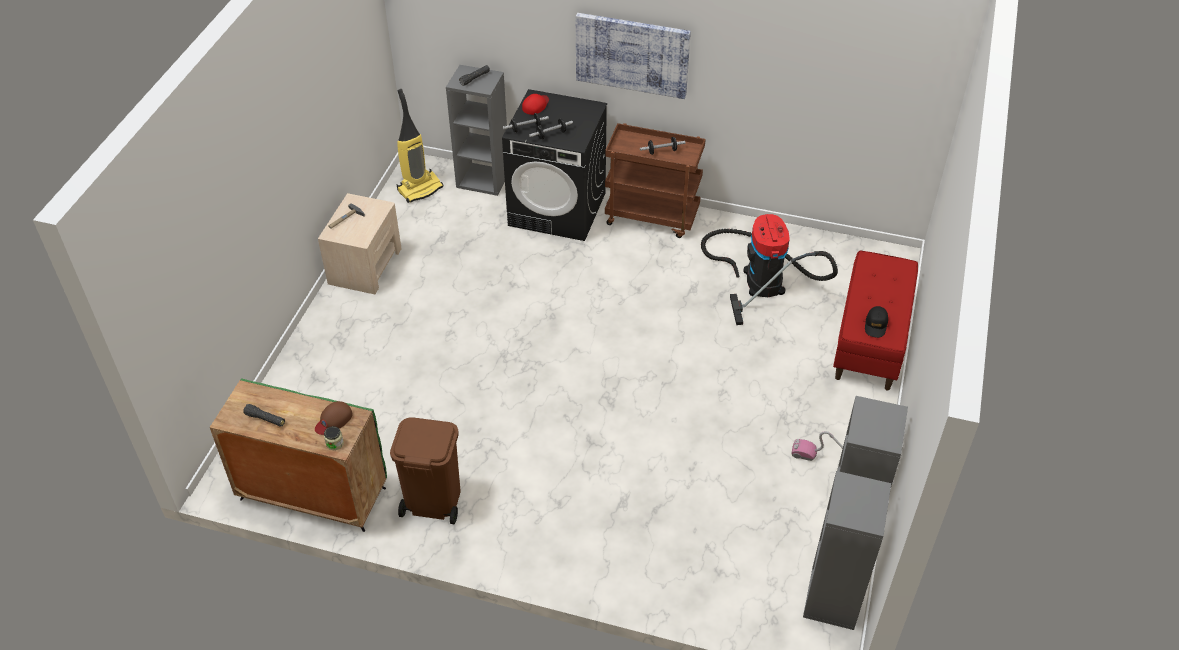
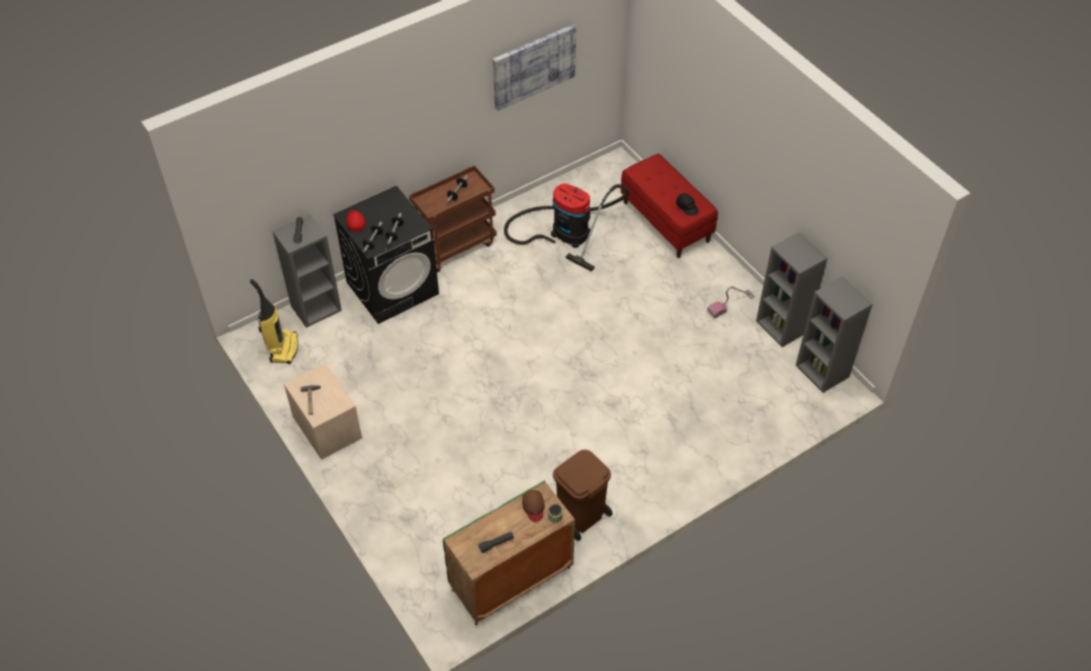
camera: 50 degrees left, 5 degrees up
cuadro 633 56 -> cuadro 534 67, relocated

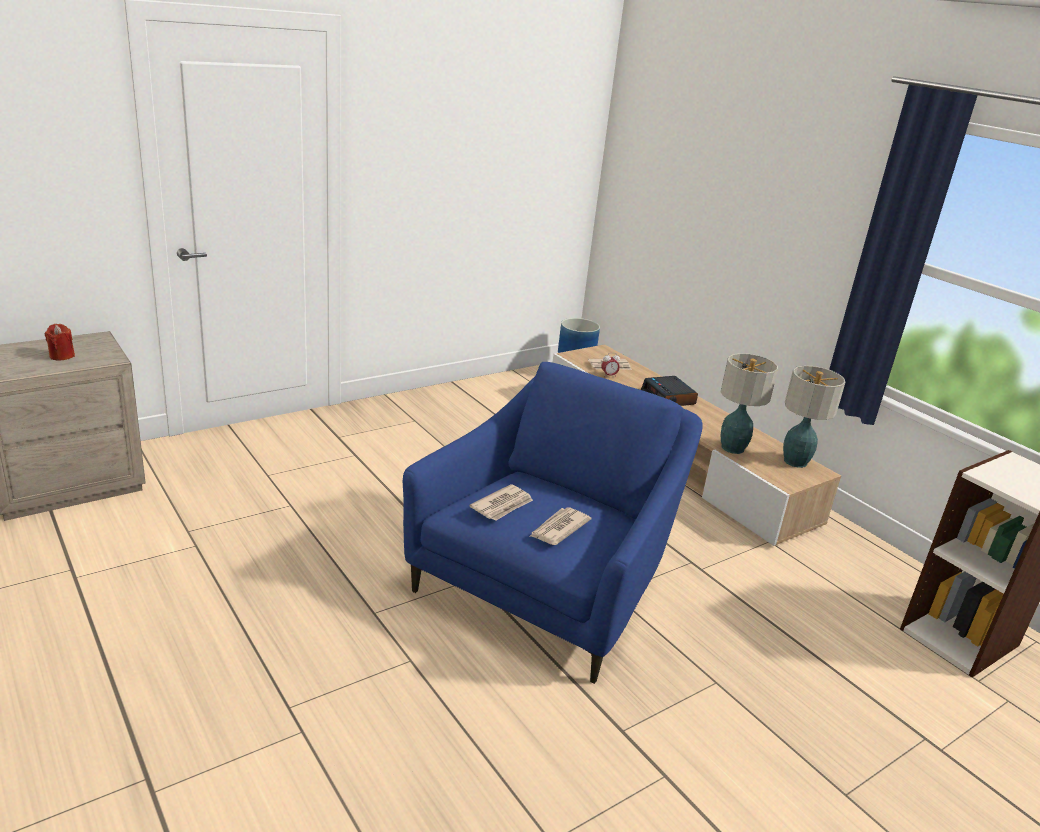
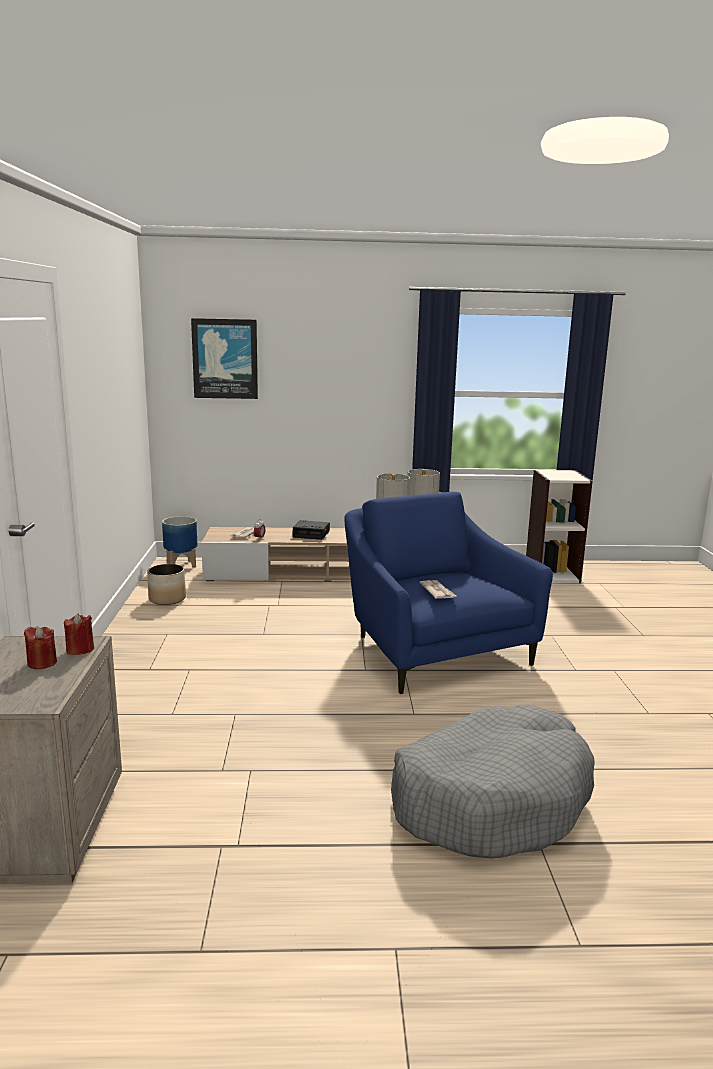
camera: 55 degrees left, 10 degrees down
none -> vela (rojo) 79 634
none -> maceta 166 584
none -> cuadro 224 358
none -> cama para perro (gris) 493 781
periódico 560 526 -> none

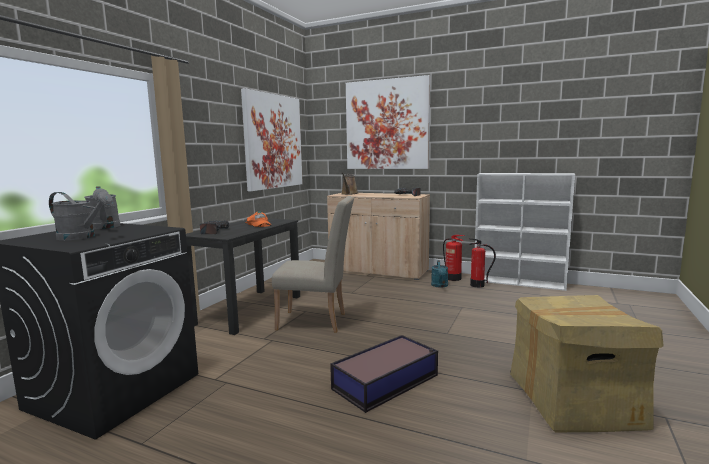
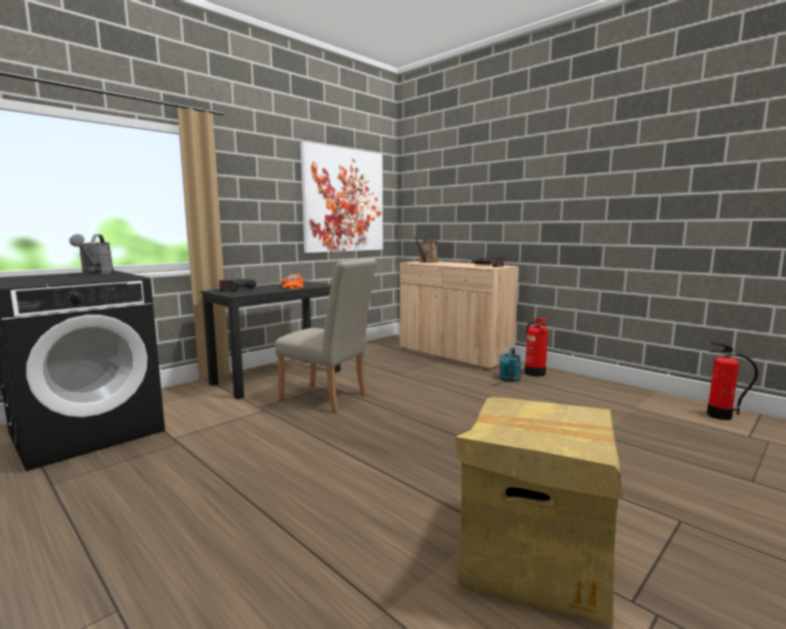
camera: 20 degrees right, 0 degrees up
extintor 482 263 -> extintor 732 381, relocated
regadera (gris) 81 216 -> none
caja de almacenaje 384 374 -> none
cuadro 388 122 -> none
estantería (blanco) 525 232 -> none

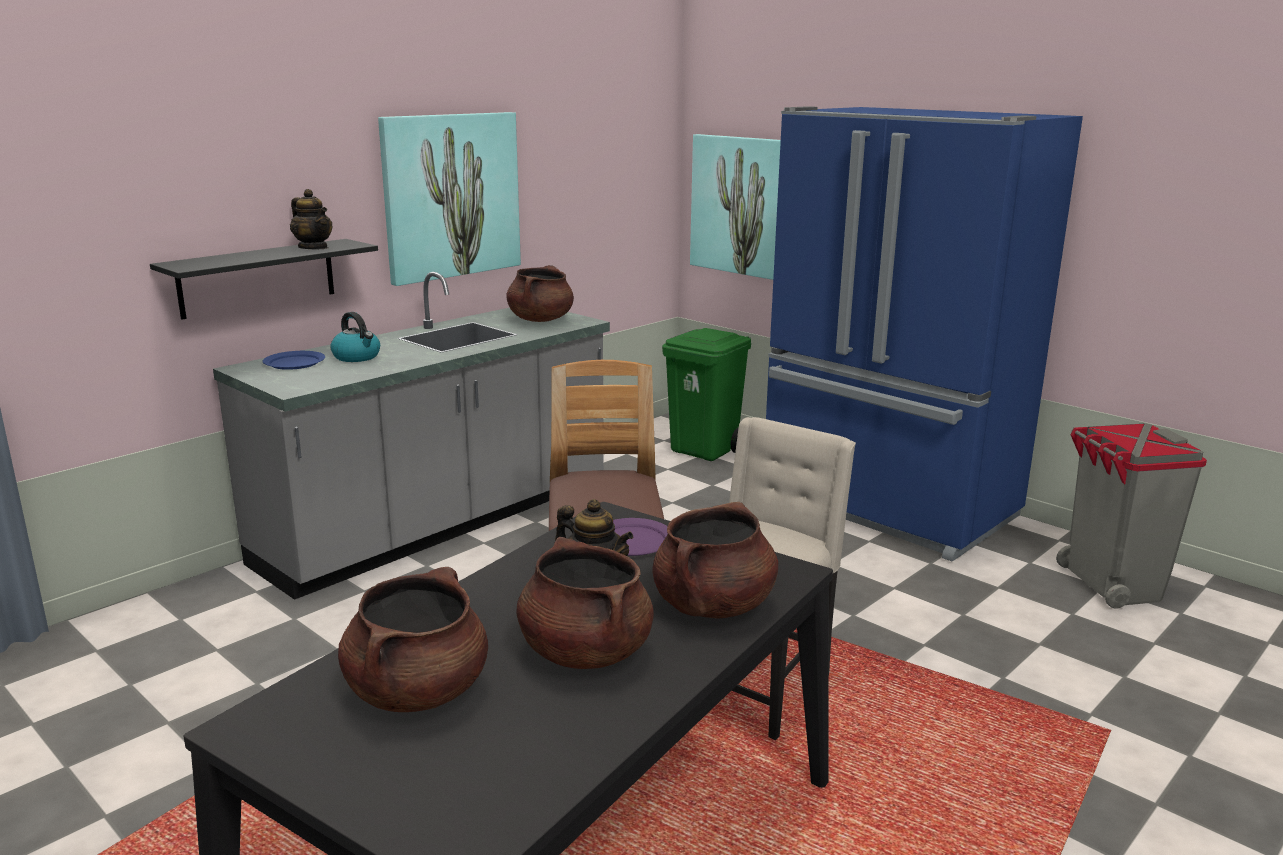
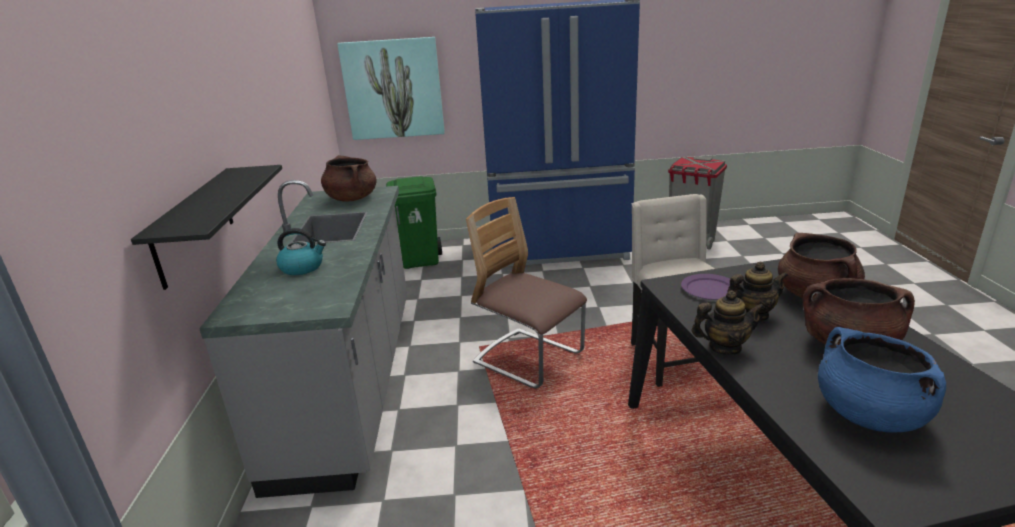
camera: 45 degrees left, 5 degrees up
tetera 311 219 -> tetera 728 322, relocated
olla (marrón) 413 639 -> olla (azul) 882 380
plato (azul) 294 360 -> none
cuadro 449 199 -> none

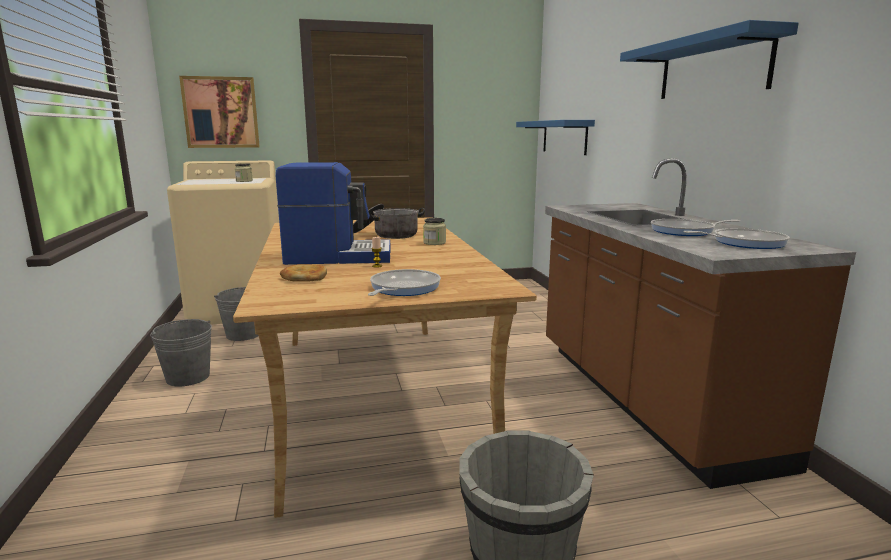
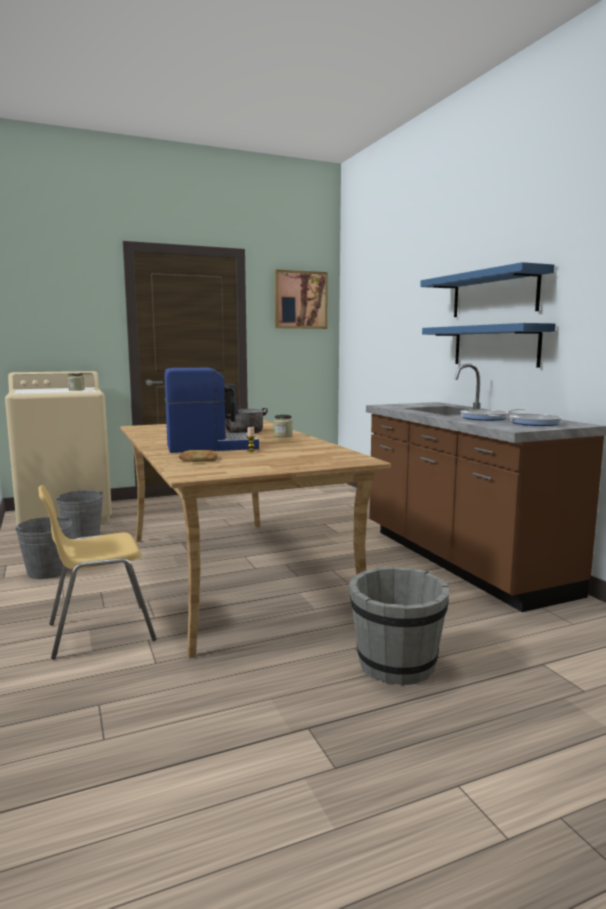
camera: 10 degrees left, 5 degrees down
none -> silla (amarillo) 97 572
cuadro 219 112 -> cuadro 301 299, relocated
estante (azul) 555 137 -> estante (azul) 489 345, relocated
sartén 404 282 -> none

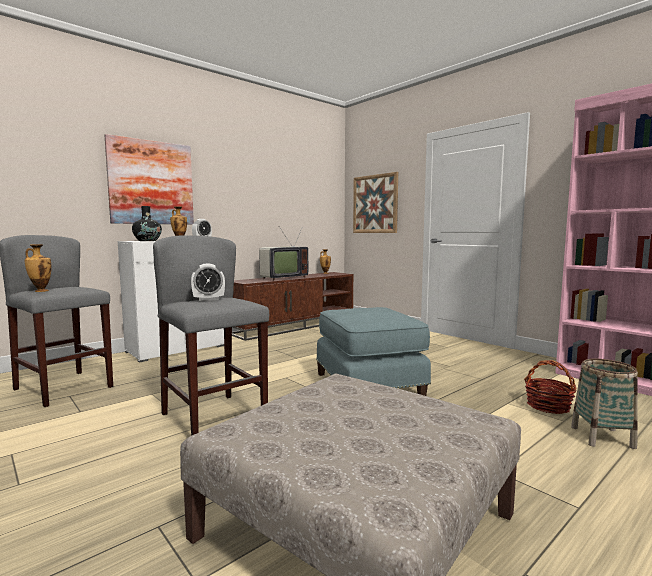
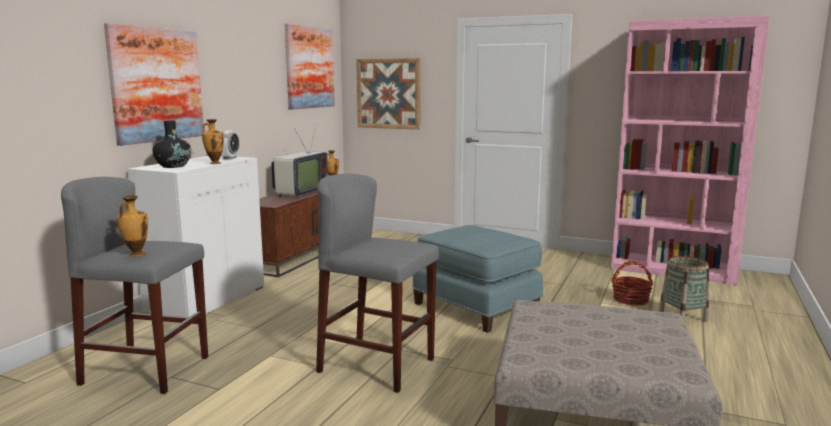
camera: 25 degrees left, 5 degrees up
none -> cuadro 310 67
despertador 208 282 -> none

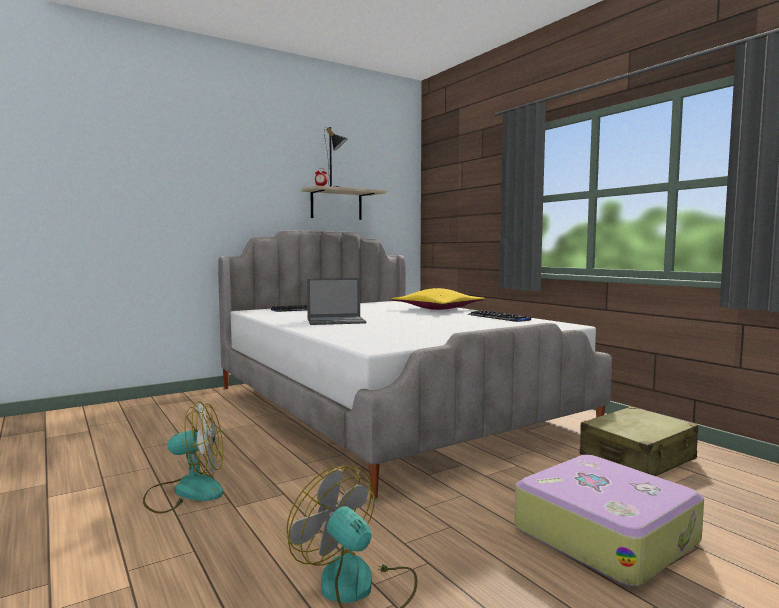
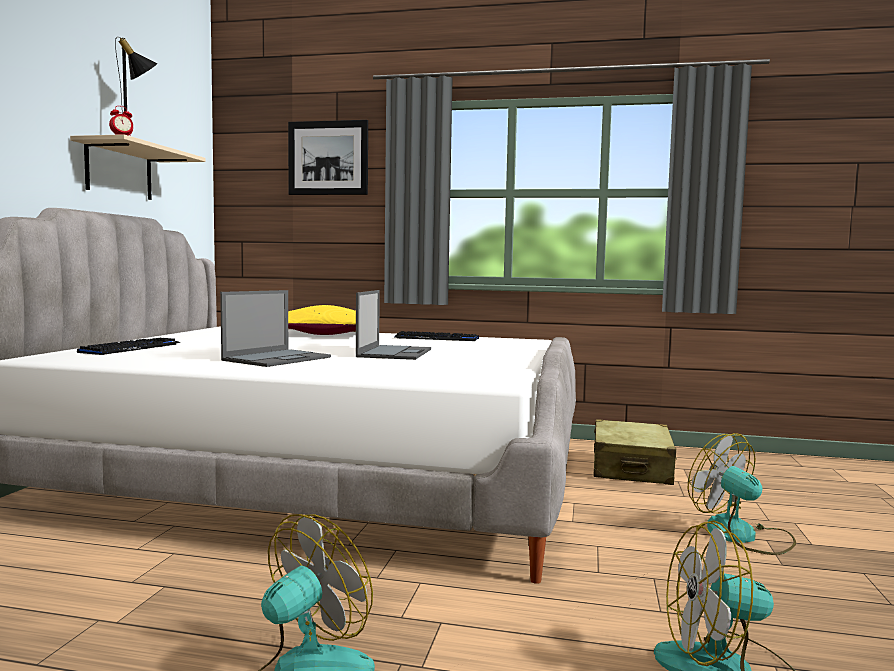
camera: 45 degrees left, 0 degrees up
none -> cuadro 328 157
none -> portátil 393 325
maleta 609 520 -> ventilador 742 494

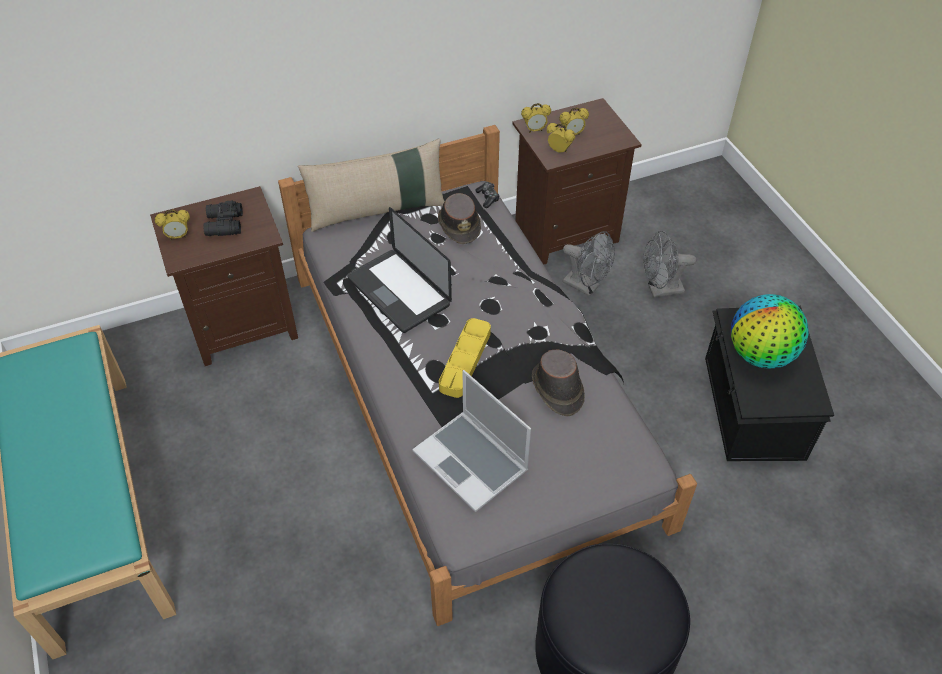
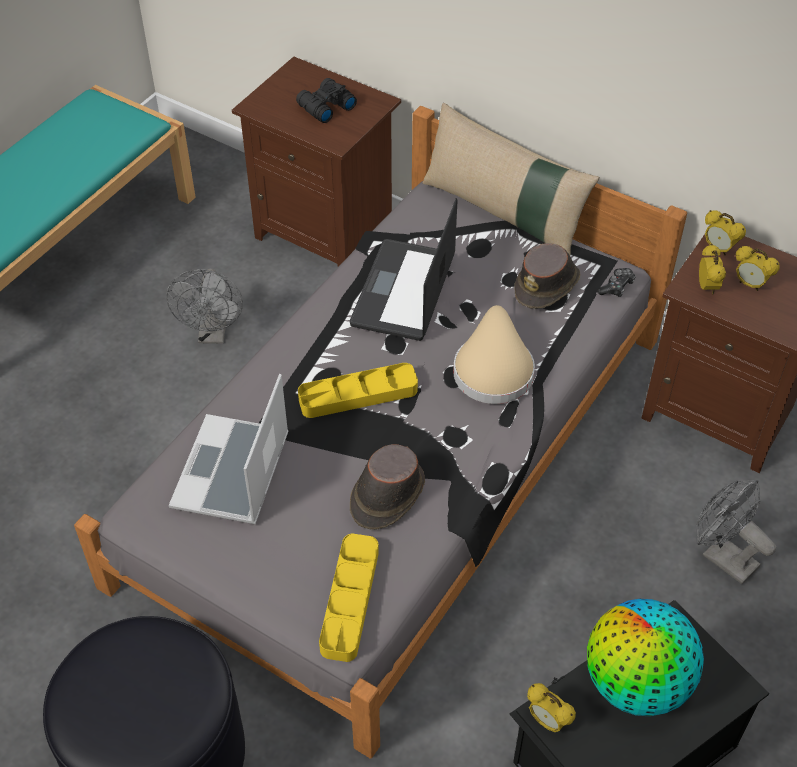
camera: 55 degrees right, 0 degrees up
ventilador (gris) 589 264 -> ventilador (gris) 204 306, relocated
none -> bandeja (amarillo) 349 598
none -> sombrero (beis) 494 354
despertador 172 224 -> despertador 551 707, relocated

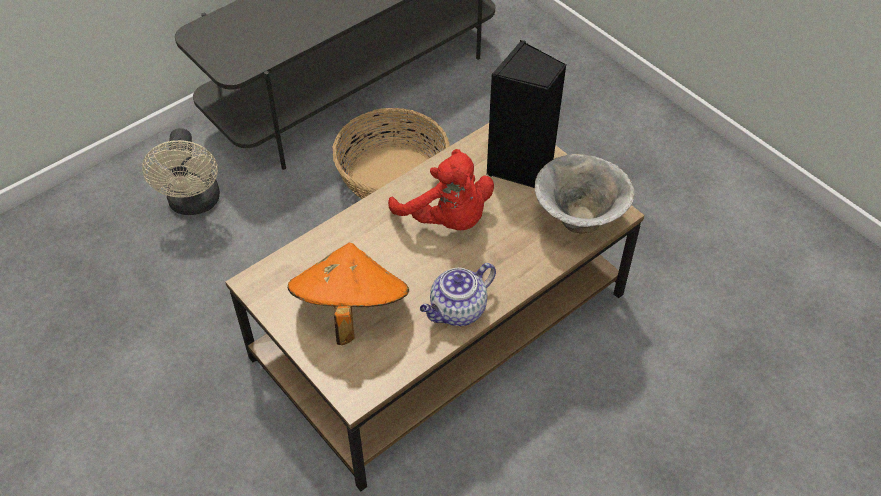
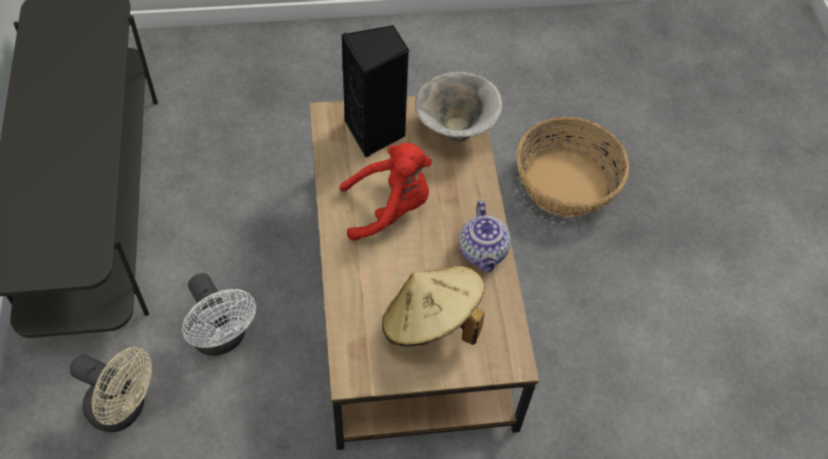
camera: 60 degrees left, 5 degrees up
none -> ventilador (blanco) 219 314
sombrero (naranja) 348 294 -> sombrero (beis) 433 306
cesta 391 154 -> cesta 572 167, relocated

